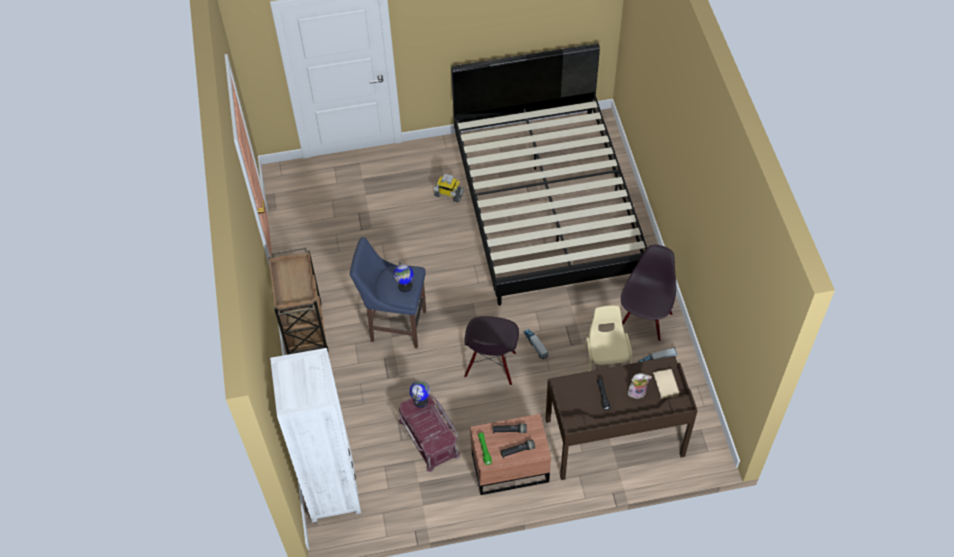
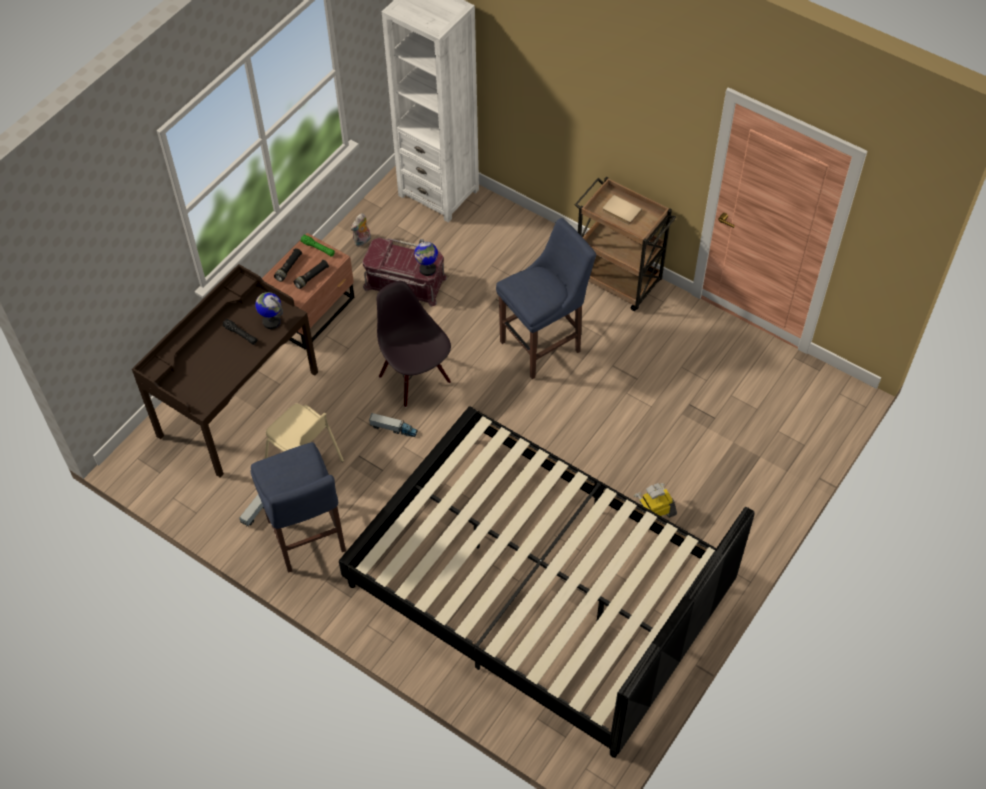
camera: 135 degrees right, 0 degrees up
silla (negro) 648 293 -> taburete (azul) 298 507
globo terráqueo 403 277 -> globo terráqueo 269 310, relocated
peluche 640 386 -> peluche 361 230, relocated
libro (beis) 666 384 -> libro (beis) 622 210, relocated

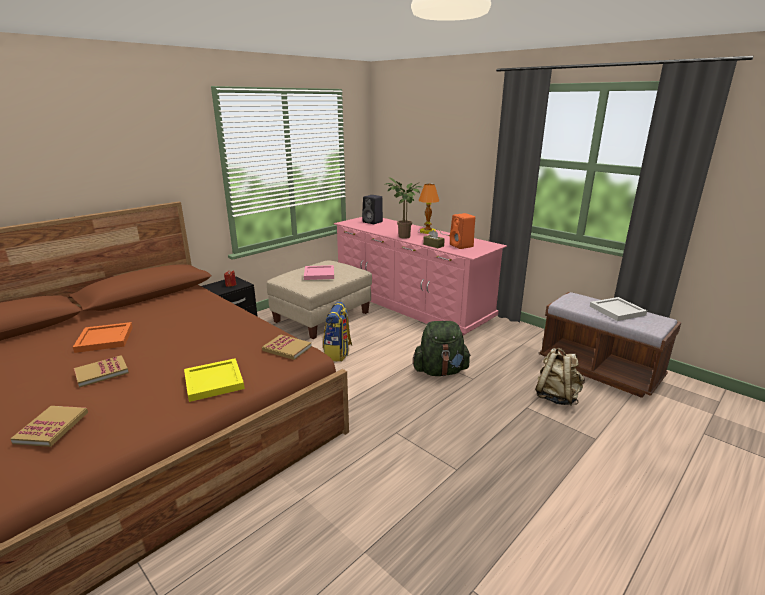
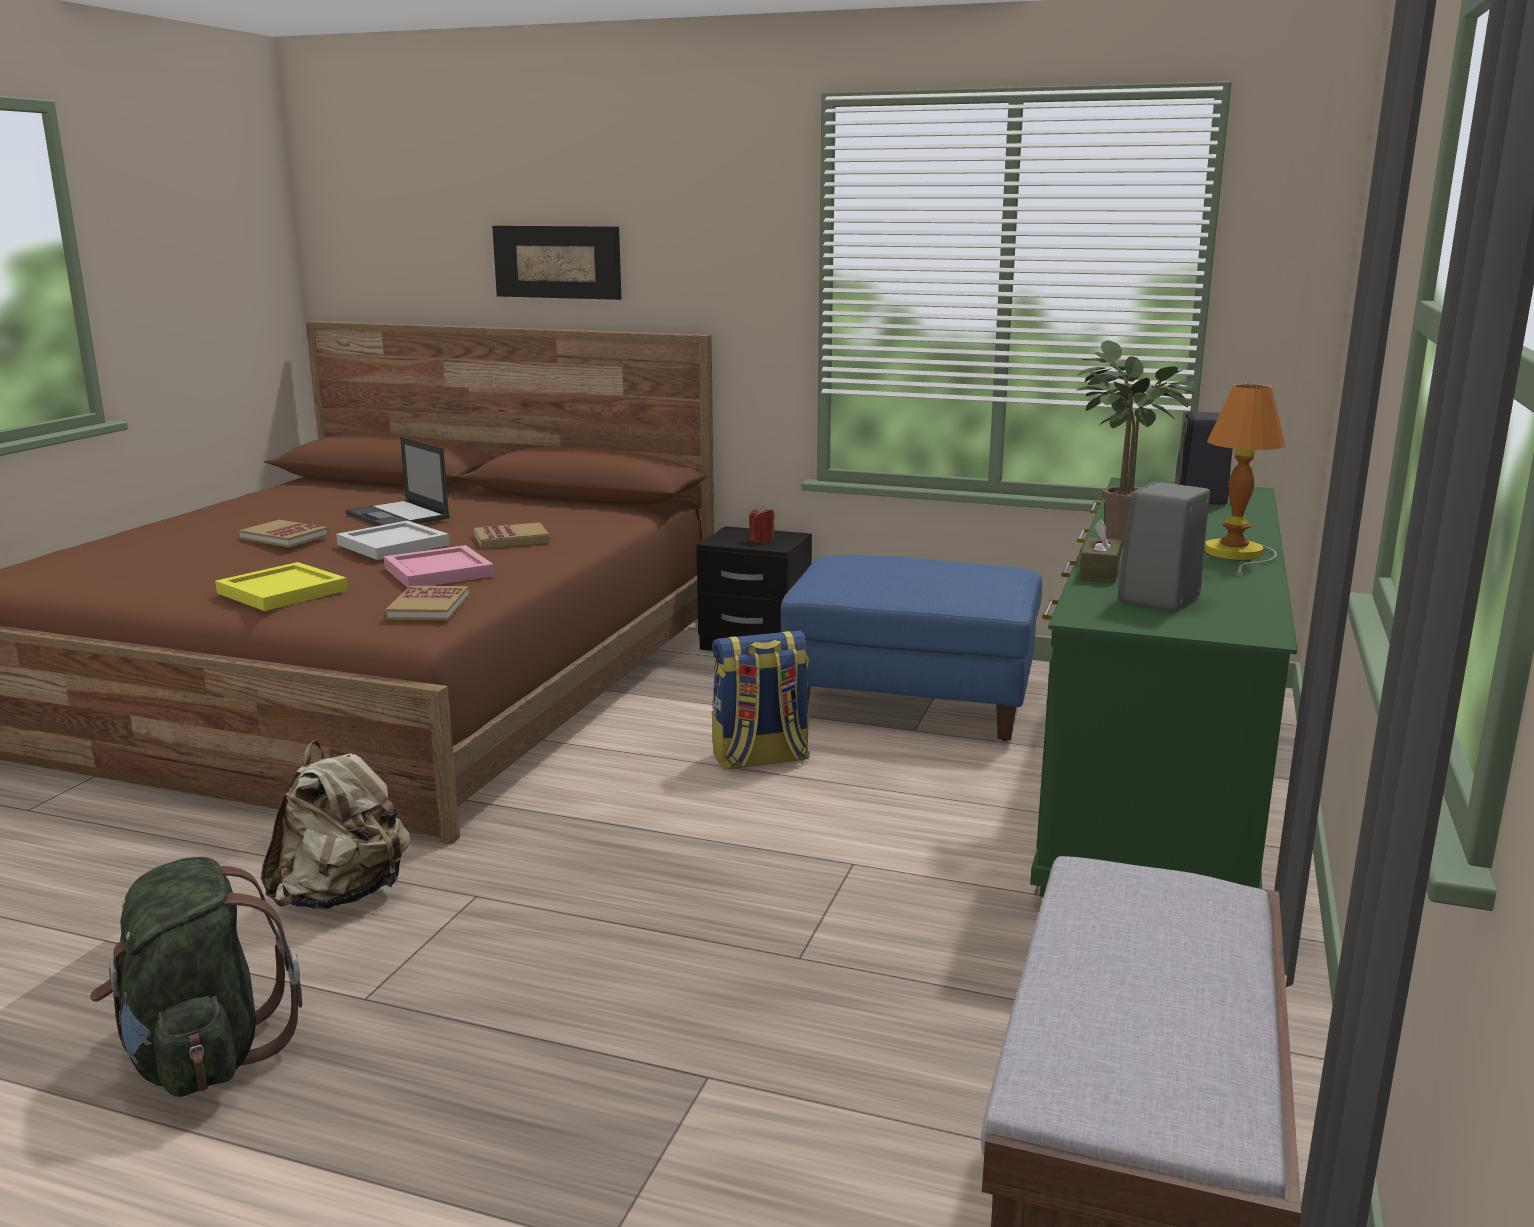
camera: 65 degrees right, 5 degrees down
mochila (verde) 442 348 -> mochila (verde) 196 977, relocated
mochila (beis) 560 376 -> mochila (beis) 336 825, relocated
bandeja (blanco) 618 309 -> bandeja (blanco) 393 540, relocated
bandeja (naranja) 103 337 -> portátil 397 481
bandeja (rosa) 319 272 -> bandeja (rosa) 439 566, relocated
libro 49 426 -> libro 512 535, relocated
none -> cuadro 556 263
puf (beis) 319 299 -> puf (azul) 911 648
cómoda (rosa) 420 276 -> cómoda (verde) 1163 687
altavoz (naranja) 462 231 -> altavoz (gris) 1164 546

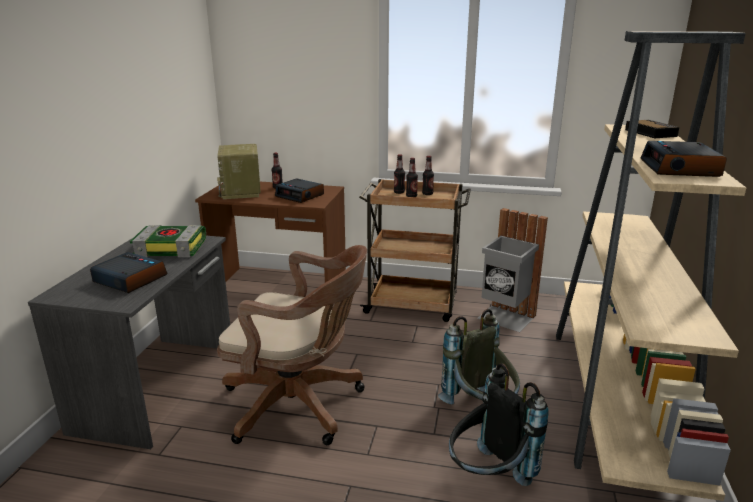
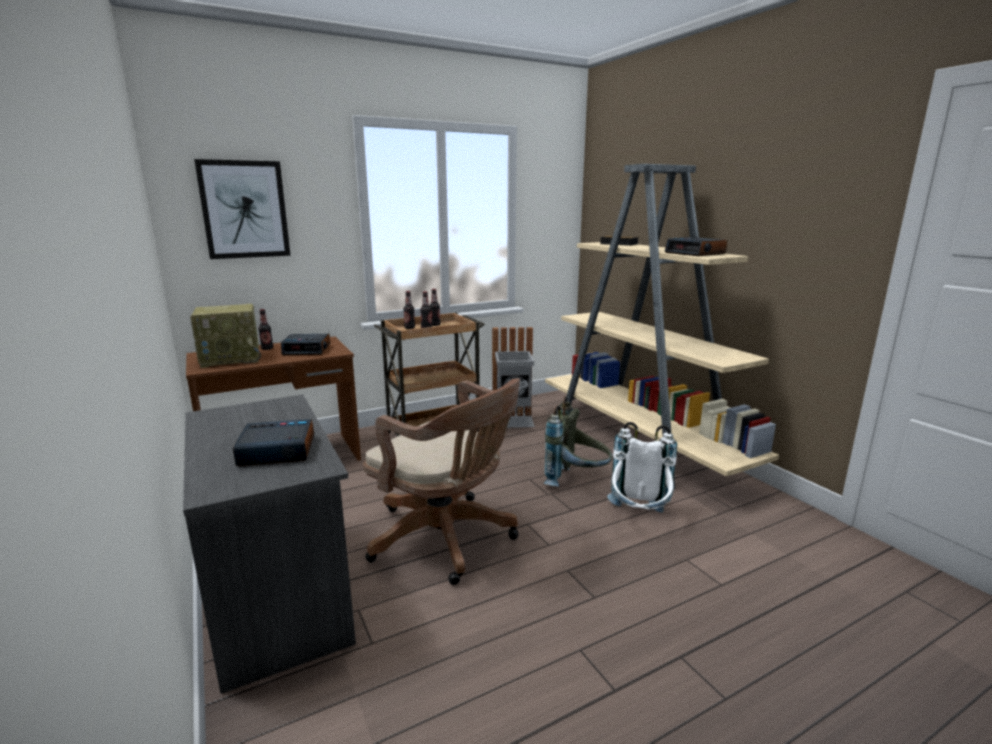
camera: 40 degrees left, 5 degrees down
radio 239 171 -> radio 225 336, 60 degrees counterclockwise
none -> cuadro 242 209
silla de oficina (marrón) 292 345 -> silla de oficina (marrón) 441 481, 60 degrees clockwise
mochila (negro) 499 424 -> mochila (blanco) 642 467
libro 168 241 -> none

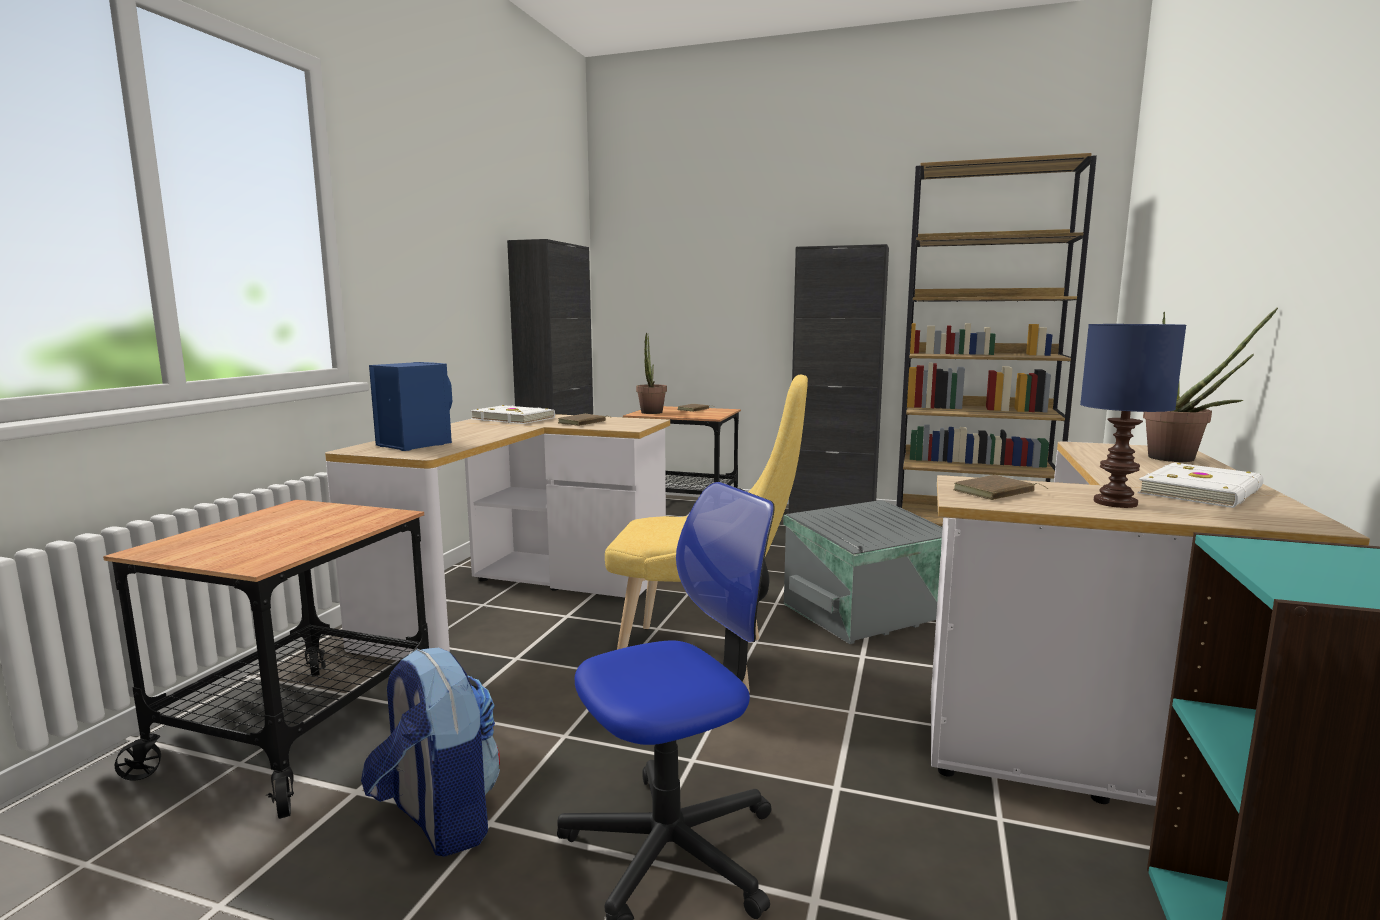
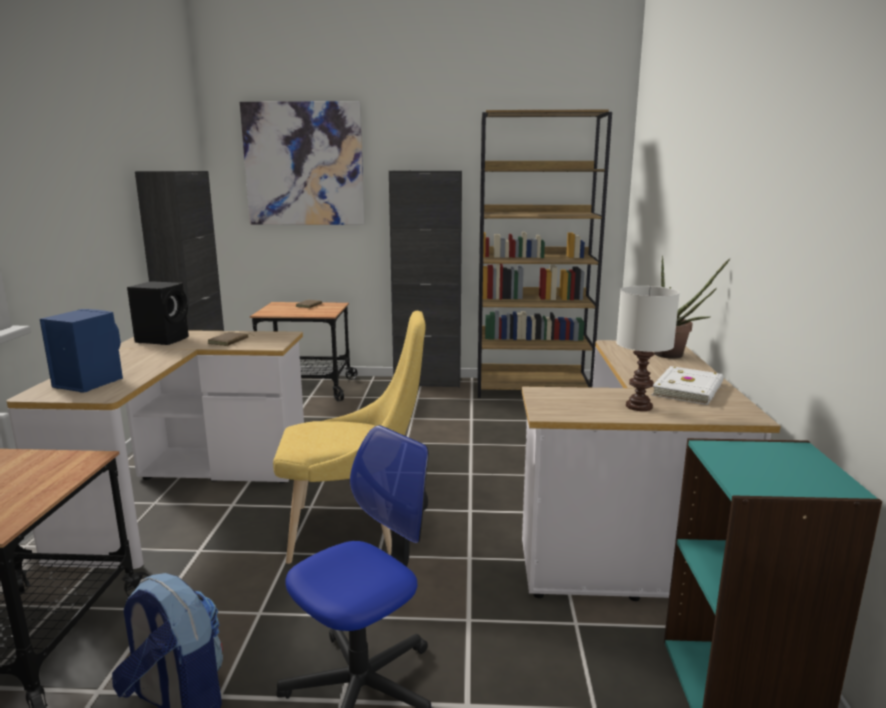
camera: 15 degrees left, 5 degrees up
libro (blanco) 513 414 -> altavoz (negro) 158 313
none -> cuadro 302 163
lámpara de mesa (azul) 1133 416 -> lámpara de mesa (blanco) 648 348
planta en maceta 651 373 -> none
caja de almacenaje (gris) 862 572 -> none
libro (marrón) 1000 487 -> none

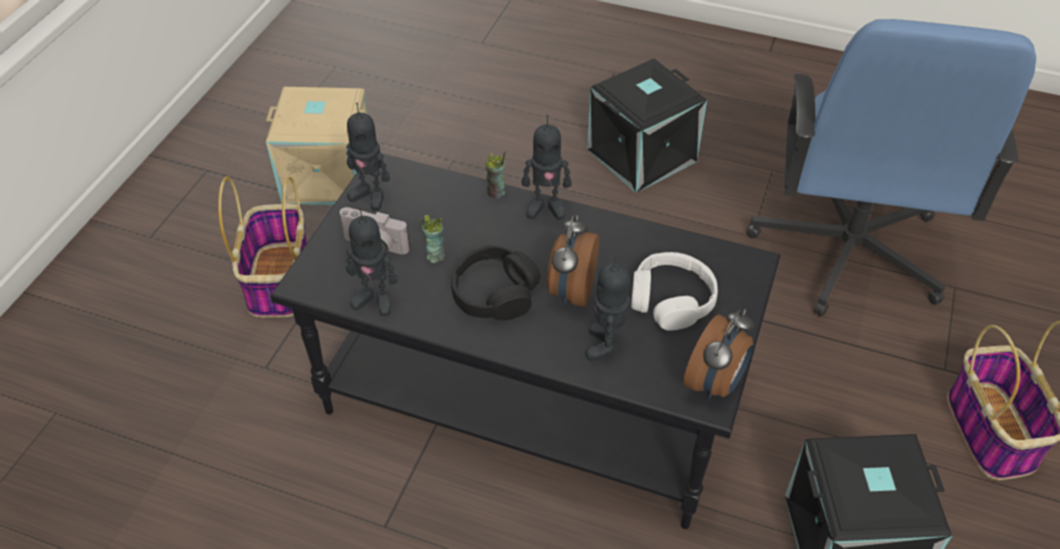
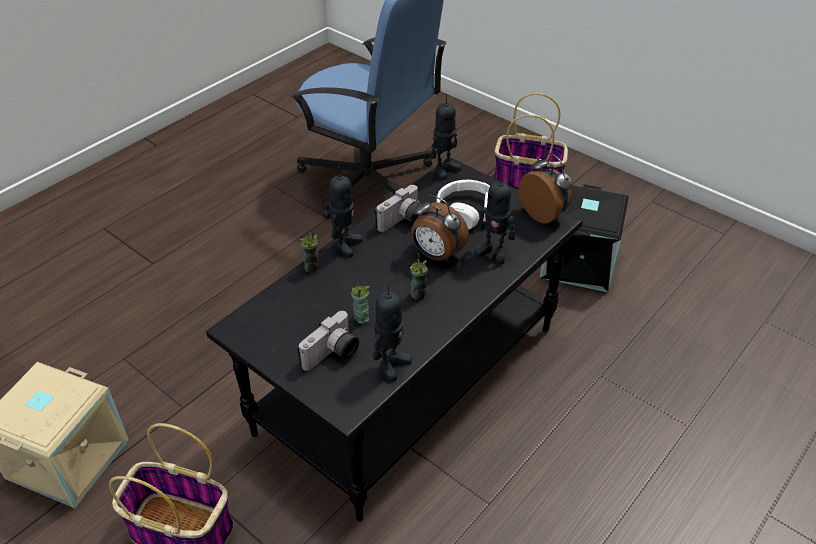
camera: 70 degrees left, 5 degrees down
none -> cámara 396 208
auriculares (negro) 496 283 -> taza 418 276
robot de juguete 368 157 -> robot de juguete 445 137, relocated
caja de almacenaje (negro) 647 126 -> none

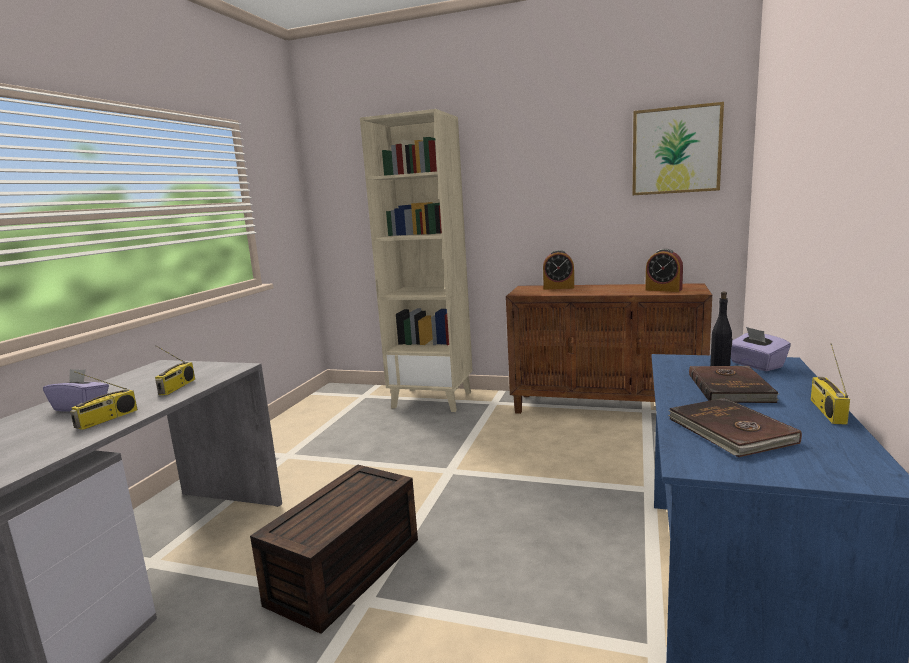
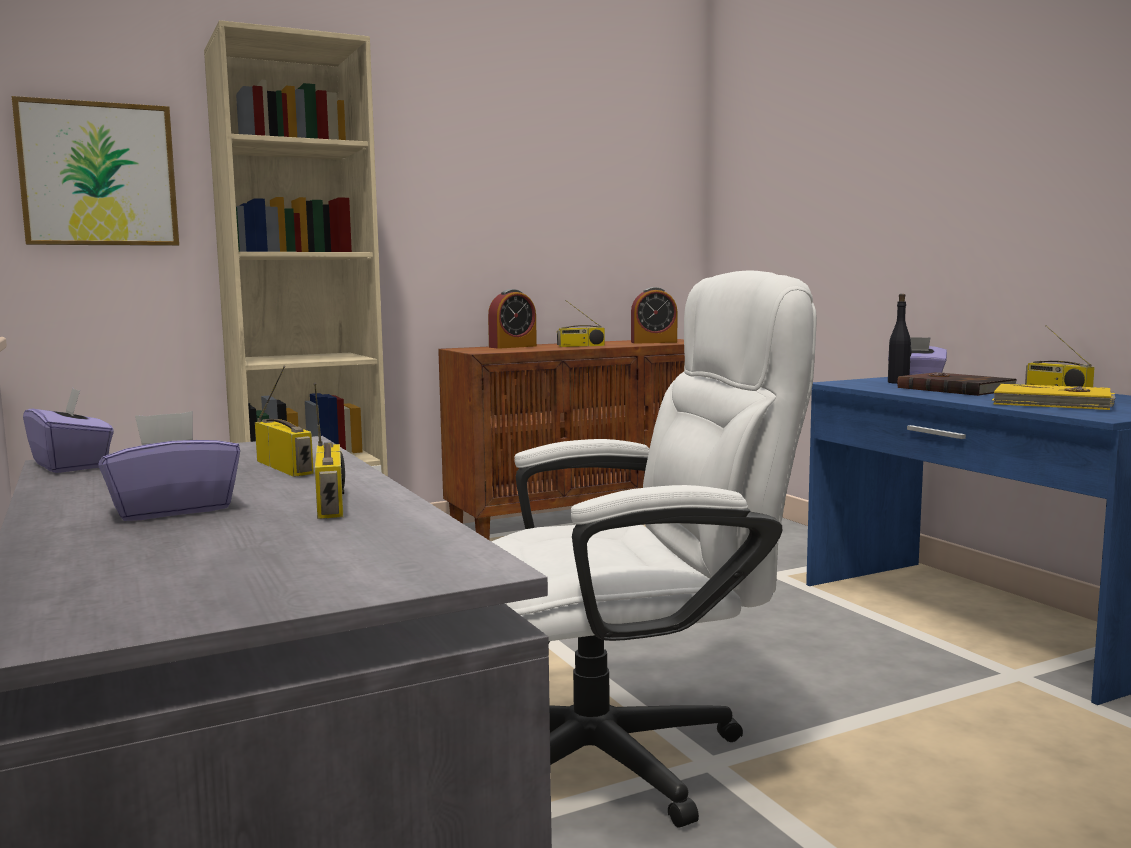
camera: 45 degrees left, 5 degrees down
cuadro 678 148 -> cuadro 95 171, relocated
none -> caja de pañuelos (morado) 68 430
caja de almacenaje (marrón) 334 549 -> silla de oficina (blanco) 654 549
none -> radio 581 323
libro (marrón) 735 427 -> libro (amarillo) 1054 397

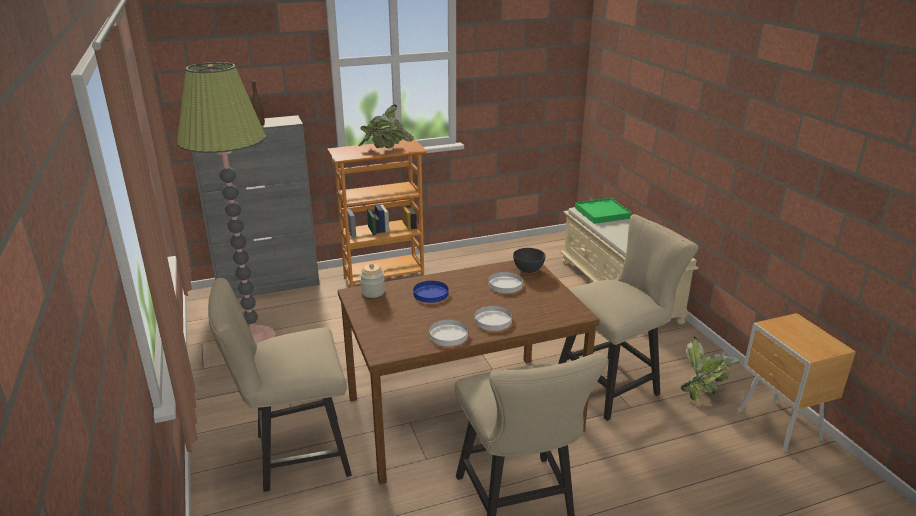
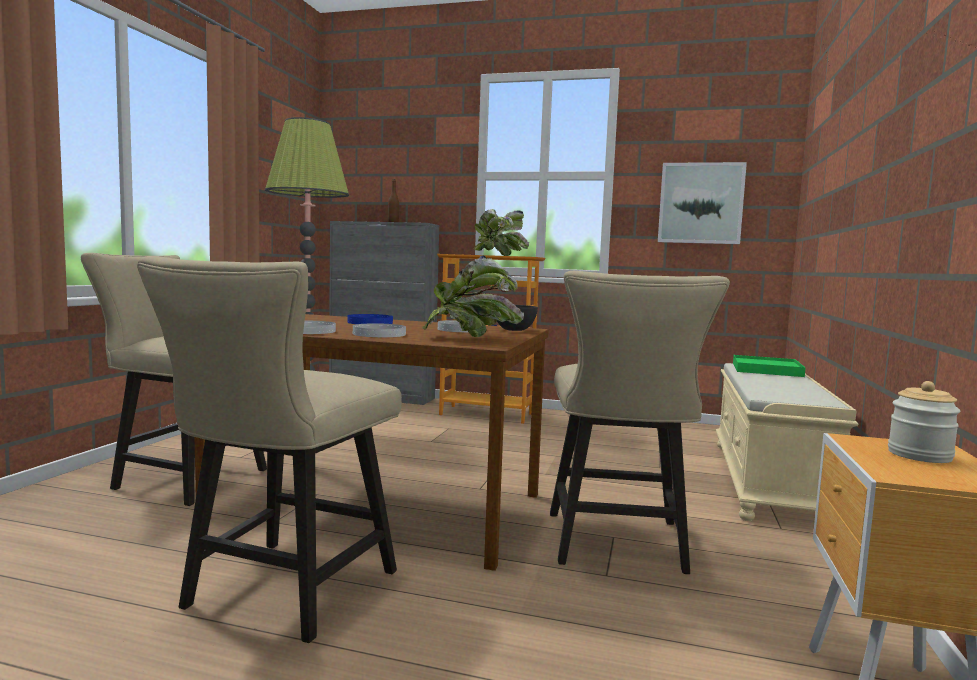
camera: 35 degrees right, 20 degrees down
planta en maceta 710 369 -> planta en maceta 473 296, relocated
silla (beis) 628 317 -> silla (beis) 640 422, 90 degrees clockwise
none -> cuadro 702 203
tarro 372 280 -> tarro 924 422, relocated

